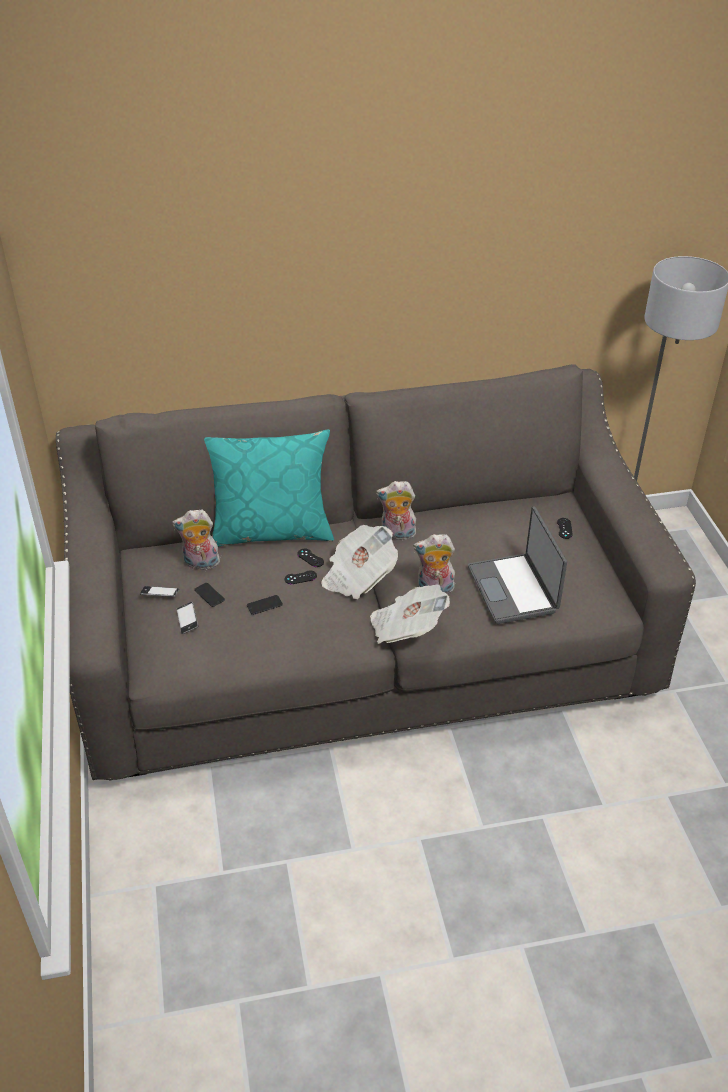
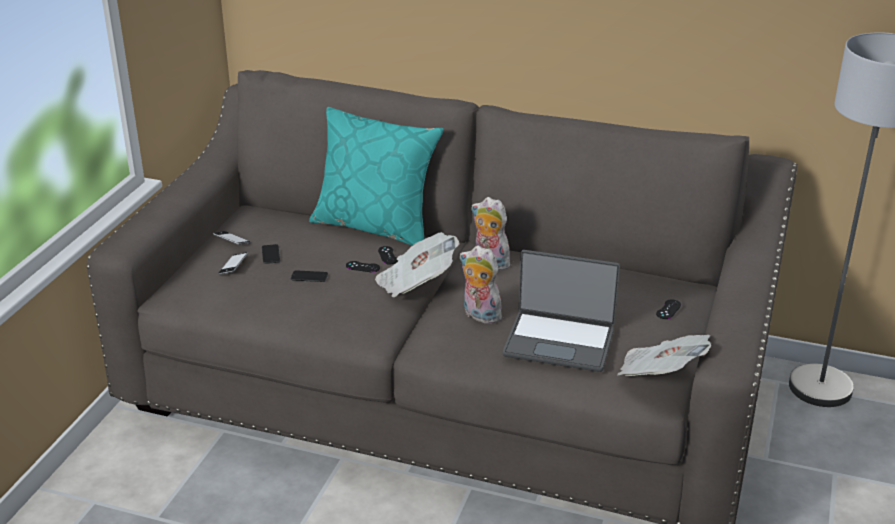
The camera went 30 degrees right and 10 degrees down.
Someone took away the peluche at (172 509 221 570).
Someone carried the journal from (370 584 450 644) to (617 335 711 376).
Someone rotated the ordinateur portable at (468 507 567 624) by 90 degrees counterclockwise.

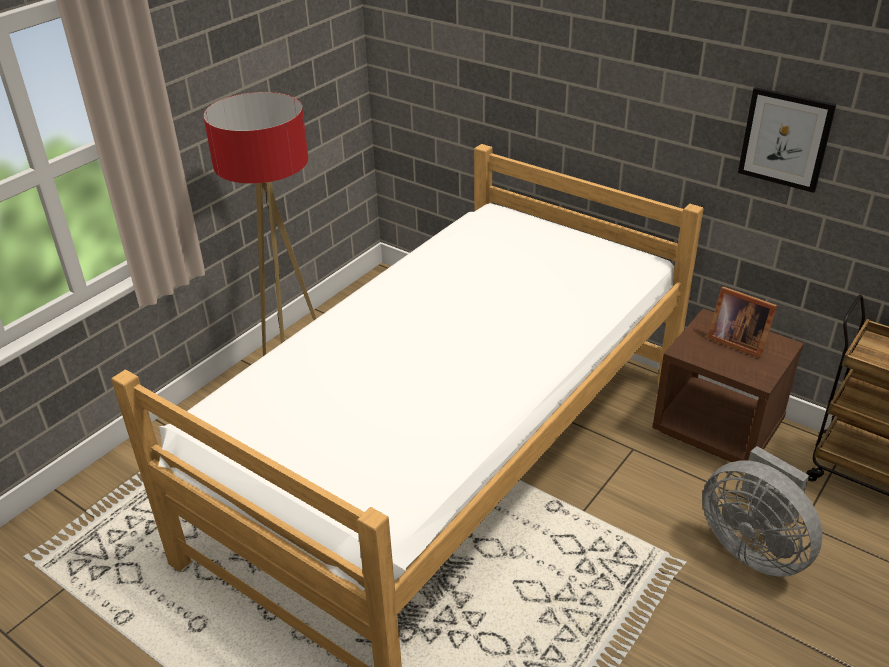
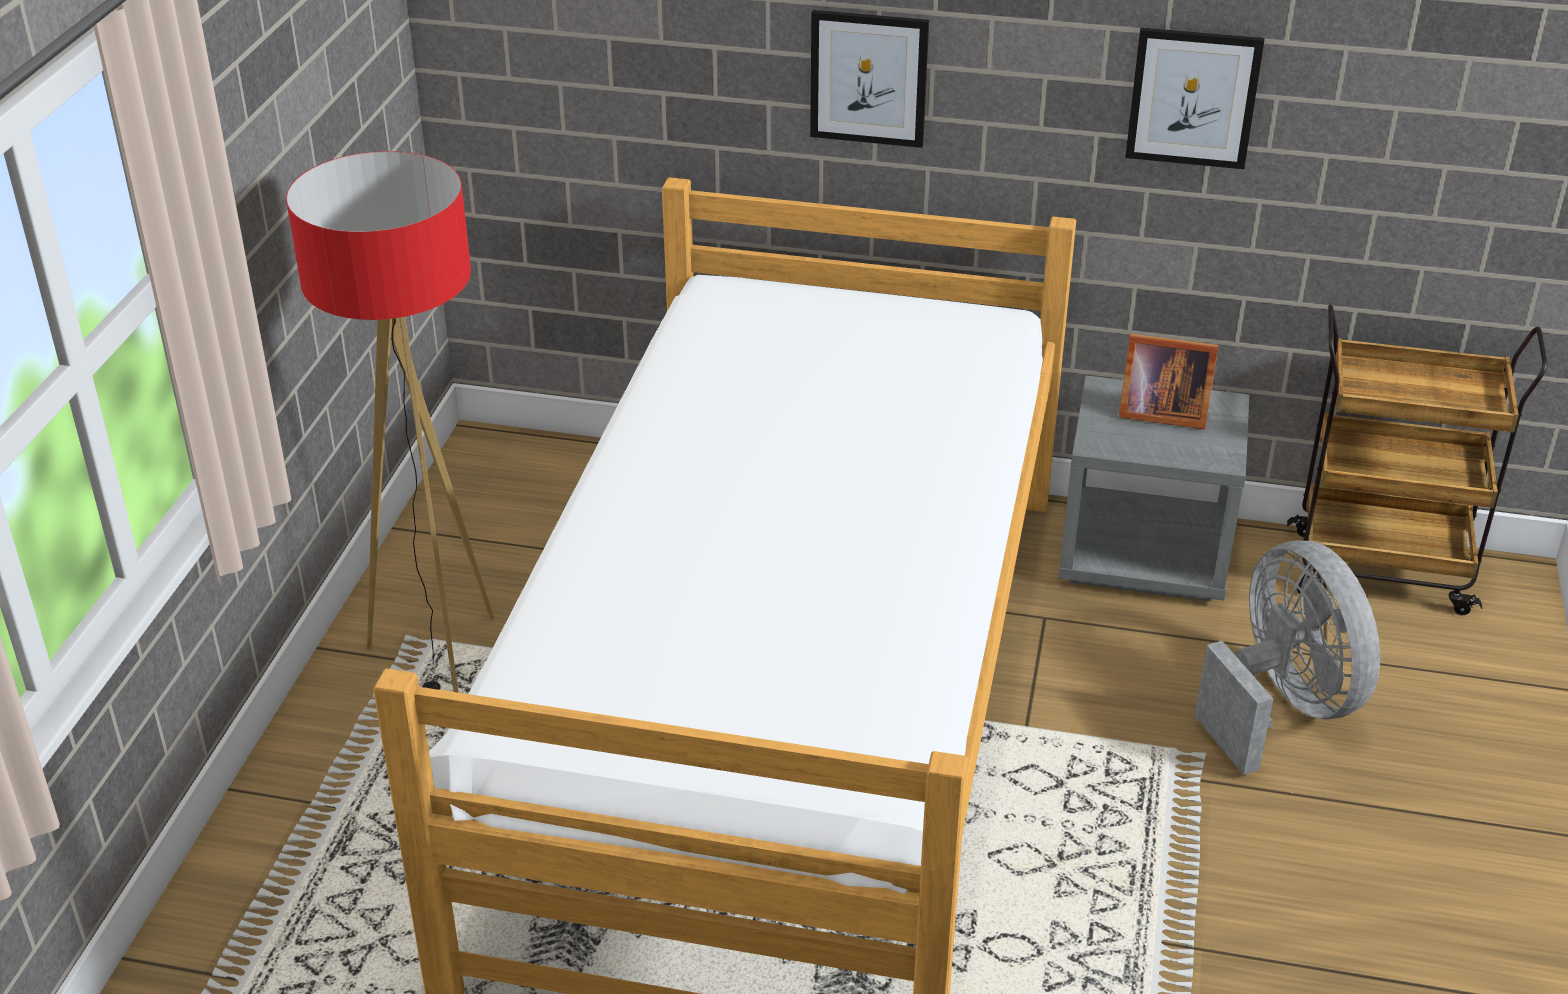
The camera went 25 degrees left and 0 degrees up.
Someone put up the tableau at (810 10 929 148).
Someone repainted the table de chevet [marron] at (652 309 804 462), which became the table de chevet [gris] at (1058 376 1249 601).
Someone rotated the ventilateur [gris] at (702 446 823 577) by 135 degrees counterclockwise.

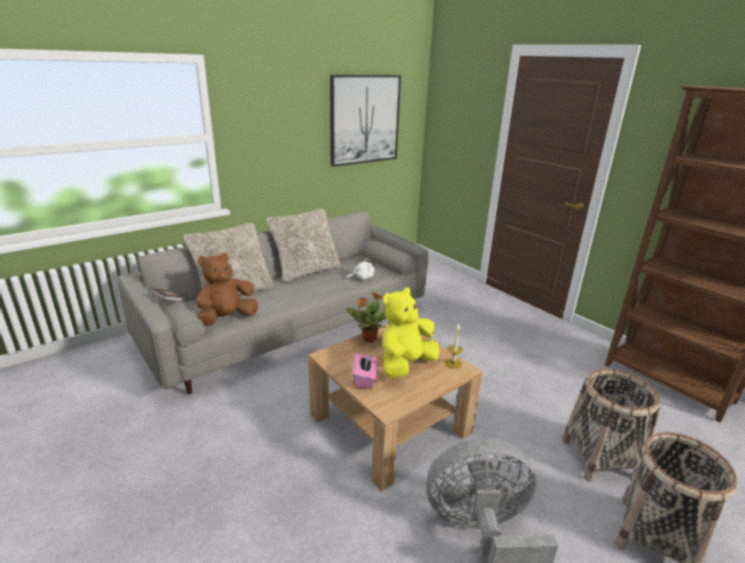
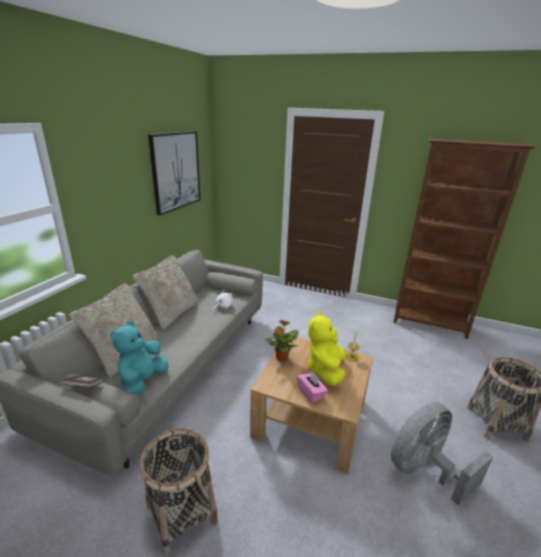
The camera went 30 degrees left and 0 degrees up.
Someone carried the panier from (562 368 660 482) to (140 428 218 555).
Someone repainted the peluche [marron] at (196 253 258 326), which became the peluche [turquoise] at (110 321 168 396).

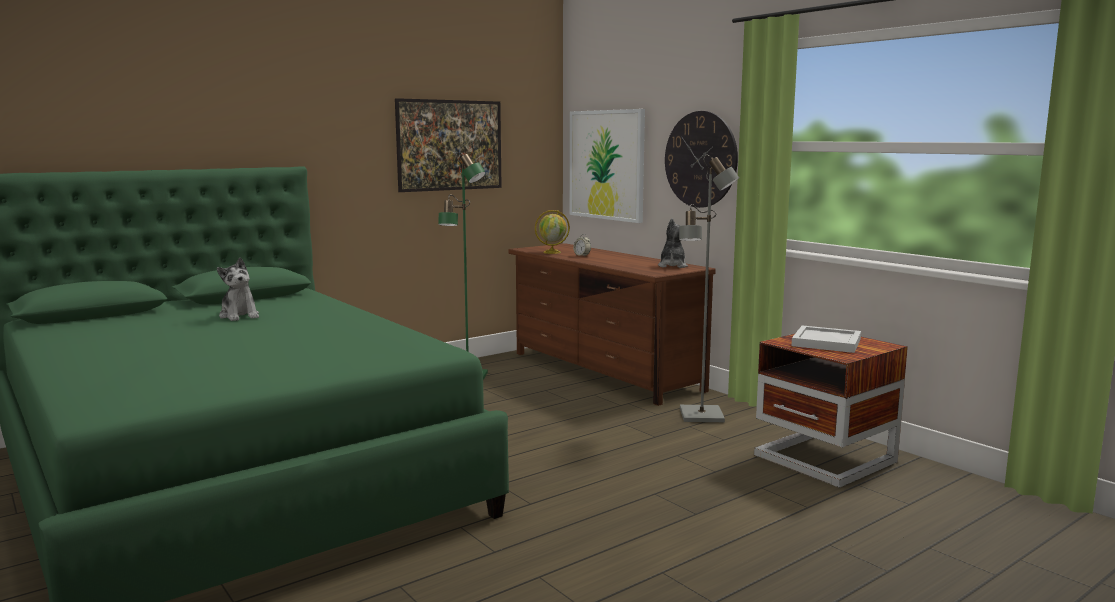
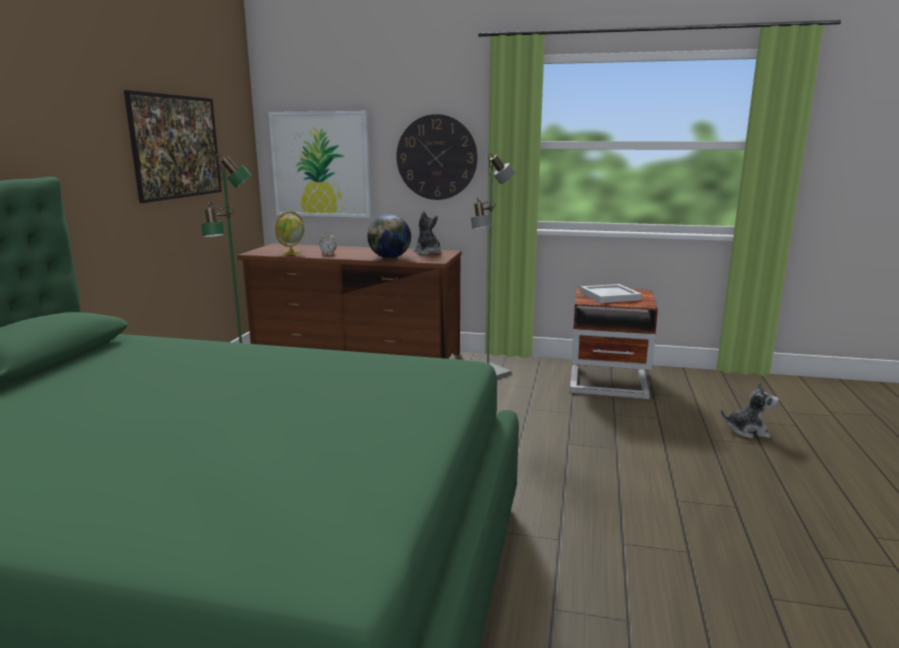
The camera went 40 degrees left and 5 degrees up.
Someone put down the globe at (367 214 411 258).
Someone carried the peluche from (217 257 259 321) to (721 382 779 438).

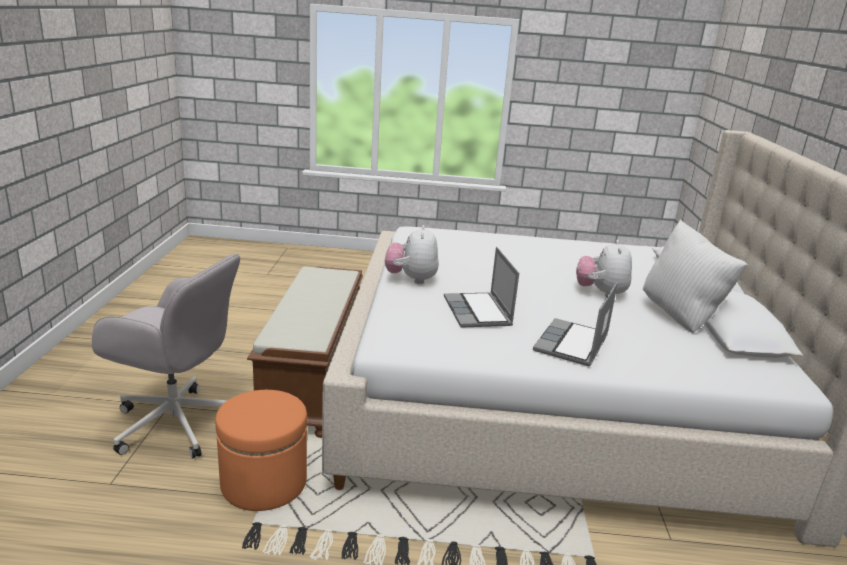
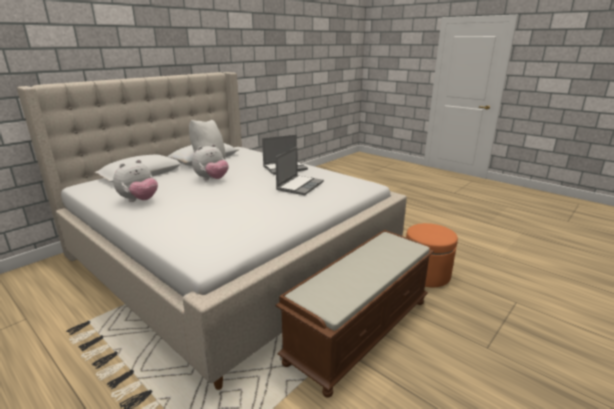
The camera went 140 degrees left and 0 degrees up.
Someone took away the chaise de bureau [gris] at (92 254 240 459).
Someone carried the peluche from (385 225 439 284) to (113 160 158 202).

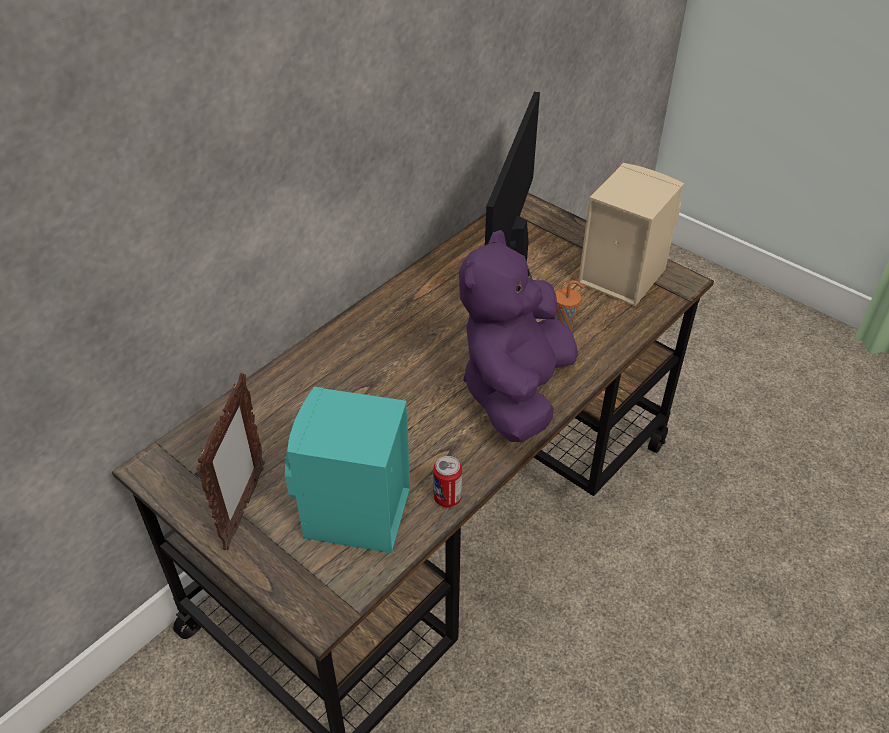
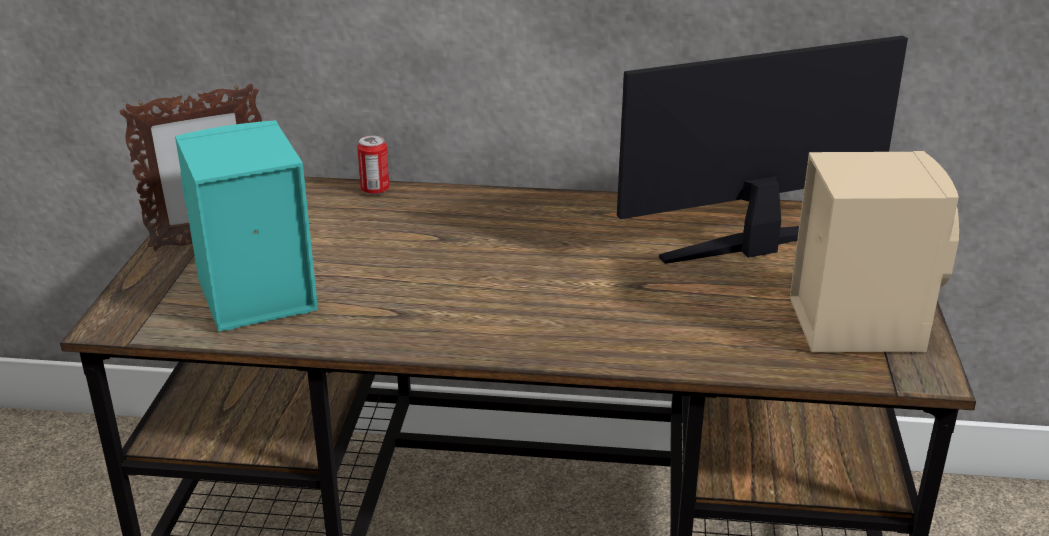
The camera went 55 degrees right and 15 degrees down.
Someone took away the peluche [violet] at (459 230 578 442).
Someone took away the tasse [orange] at (555 280 584 328).
Someone carried the boîte métallique from (433 456 462 507) to (357 136 389 195).

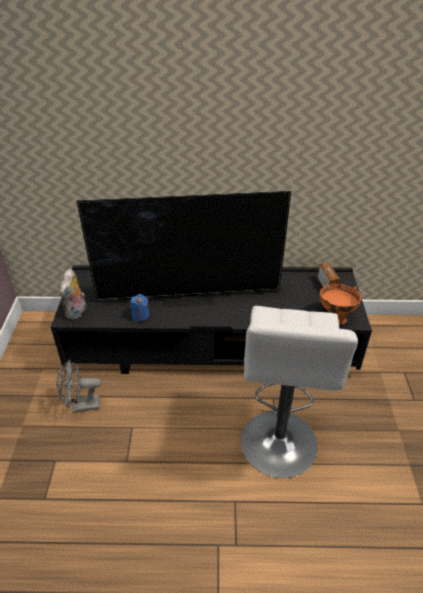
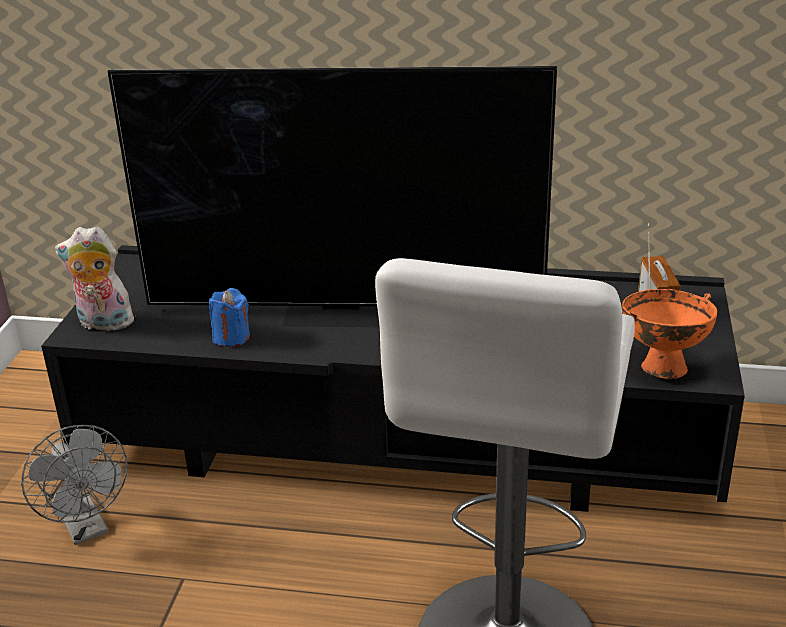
The camera went 10 degrees right and 10 degrees down.
Someone rotated the ventilateur [gris] at (57 359 102 413) by 120 degrees counterclockwise.
Someone rotated the peluche at (60 269 86 320) by 75 degrees clockwise.

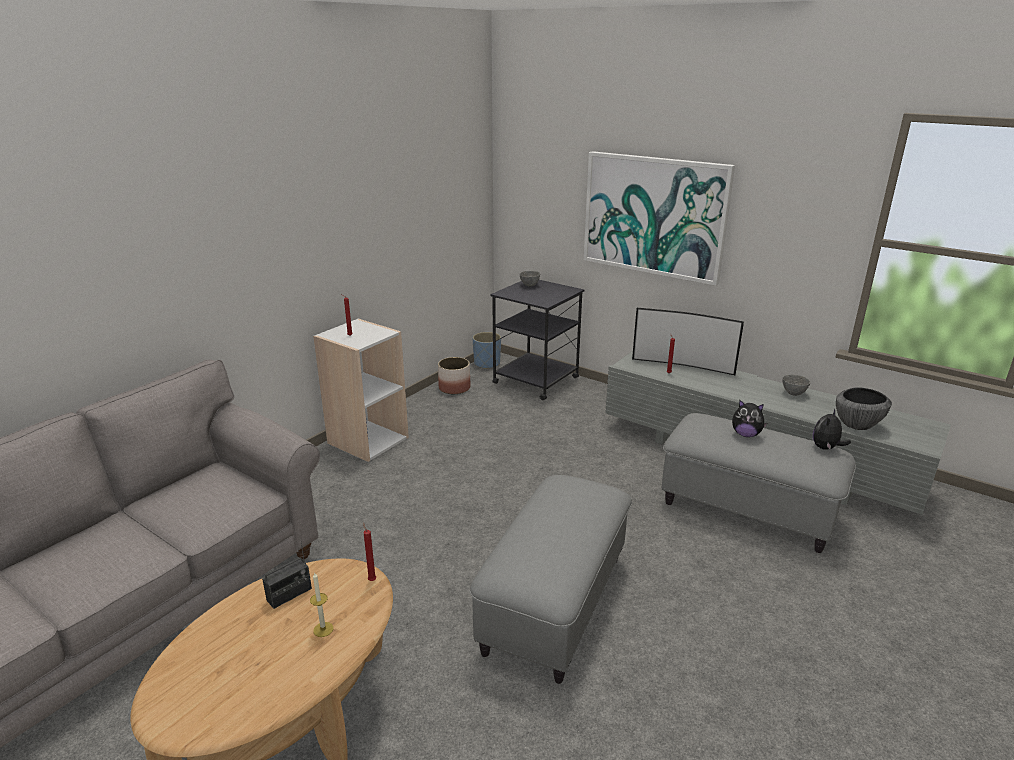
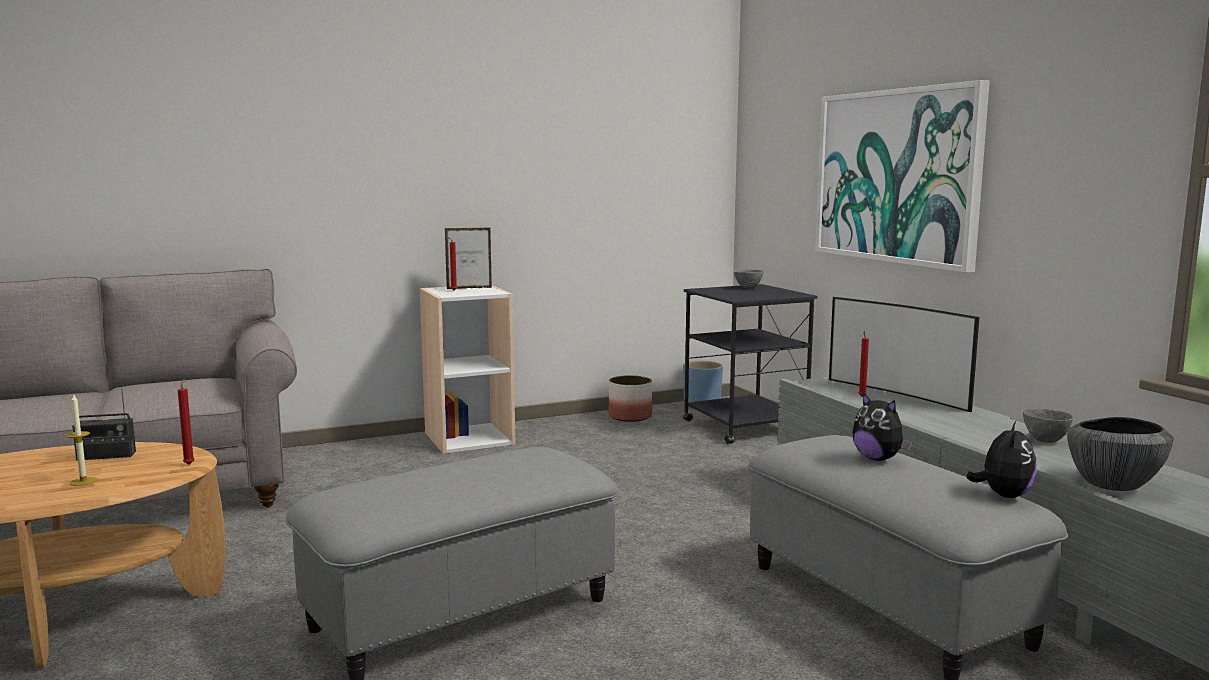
The camera went 30 degrees right and 15 degrees down.
Someone put down the cadre photo at (445 227 492 289).
Someone rotated the peluche at (813 408 851 450) by 135 degrees clockwise.

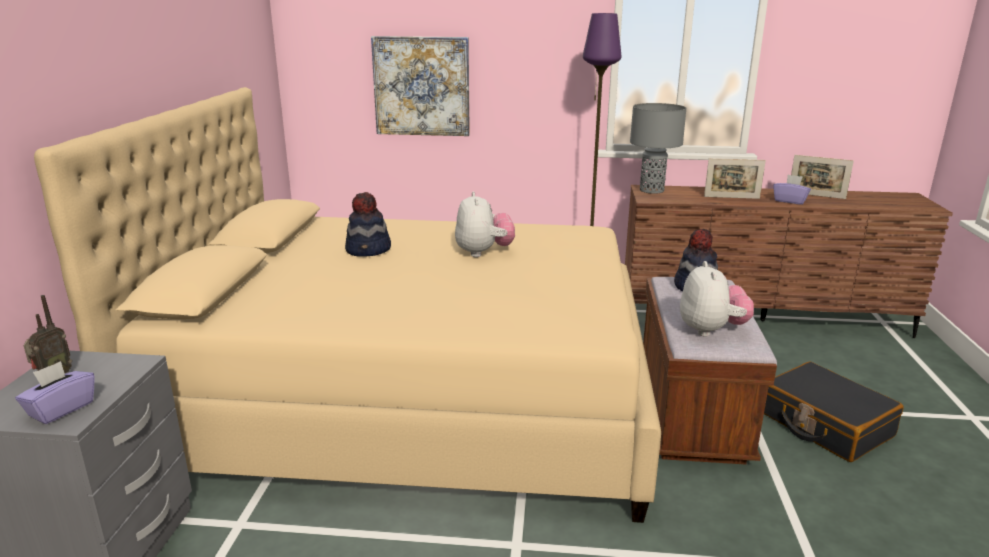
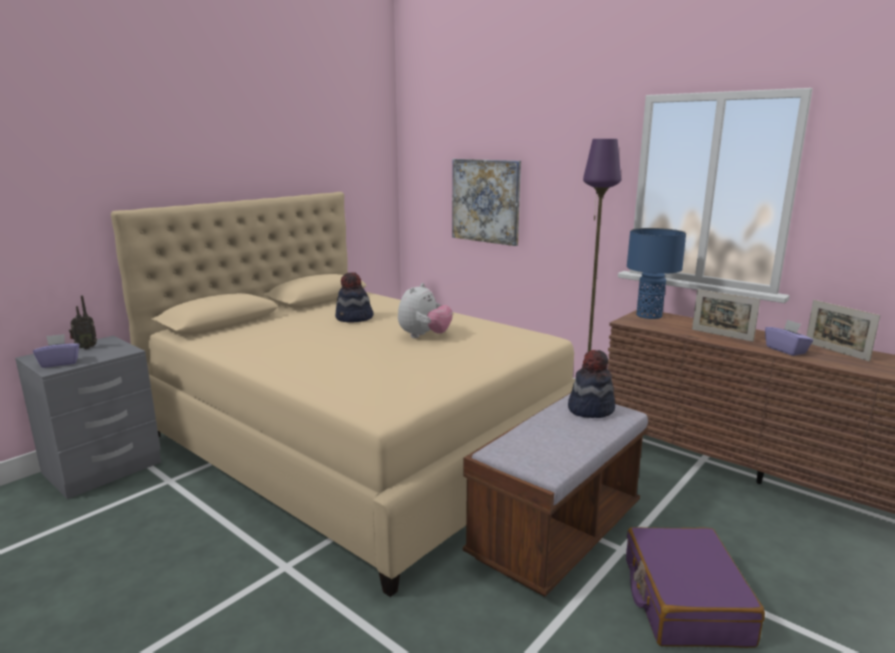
The camera went 35 degrees right and 5 degrees down.
Someone took away the peluche at (680 261 754 337).
Someone repainted the lampe de table [gris] at (630 103 686 194), which became the lampe de table [bleu] at (627 228 686 319).
Someone repainted the valise [noir] at (764 361 904 462), which became the valise [violet] at (626 527 765 648).

